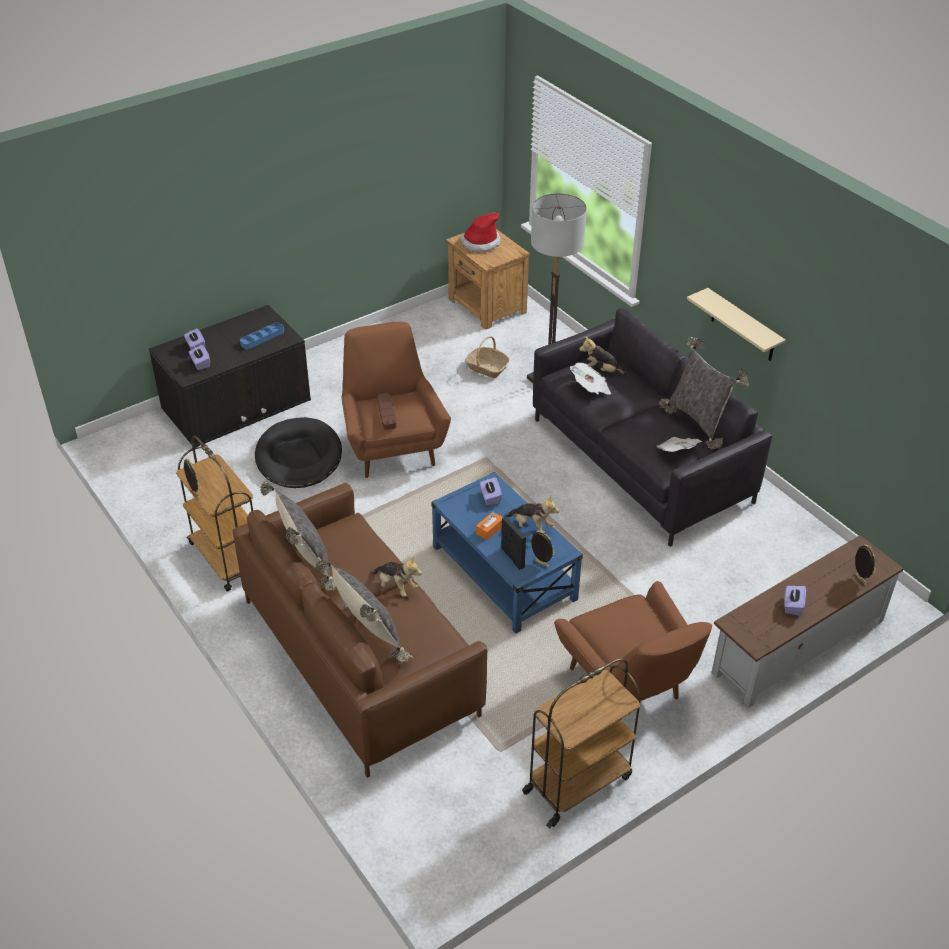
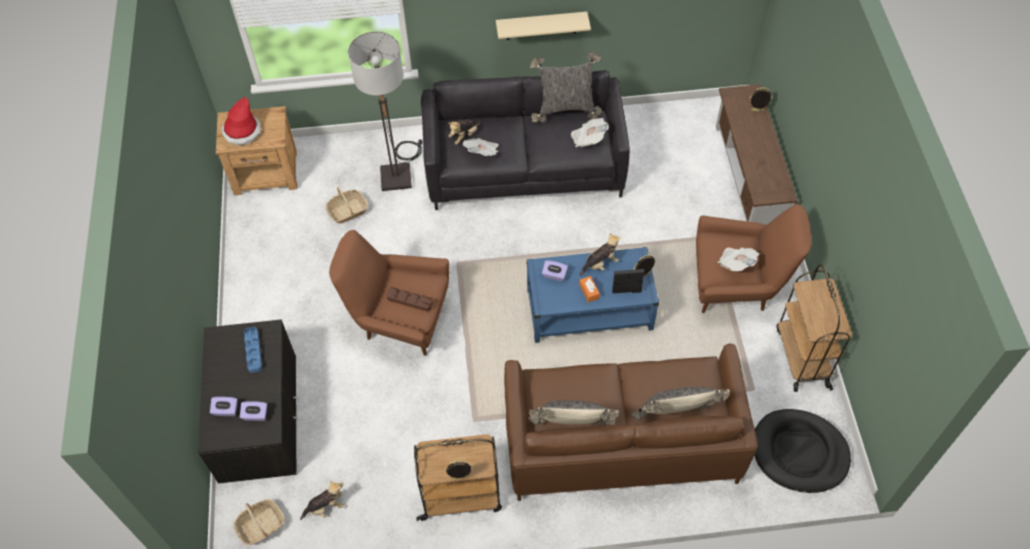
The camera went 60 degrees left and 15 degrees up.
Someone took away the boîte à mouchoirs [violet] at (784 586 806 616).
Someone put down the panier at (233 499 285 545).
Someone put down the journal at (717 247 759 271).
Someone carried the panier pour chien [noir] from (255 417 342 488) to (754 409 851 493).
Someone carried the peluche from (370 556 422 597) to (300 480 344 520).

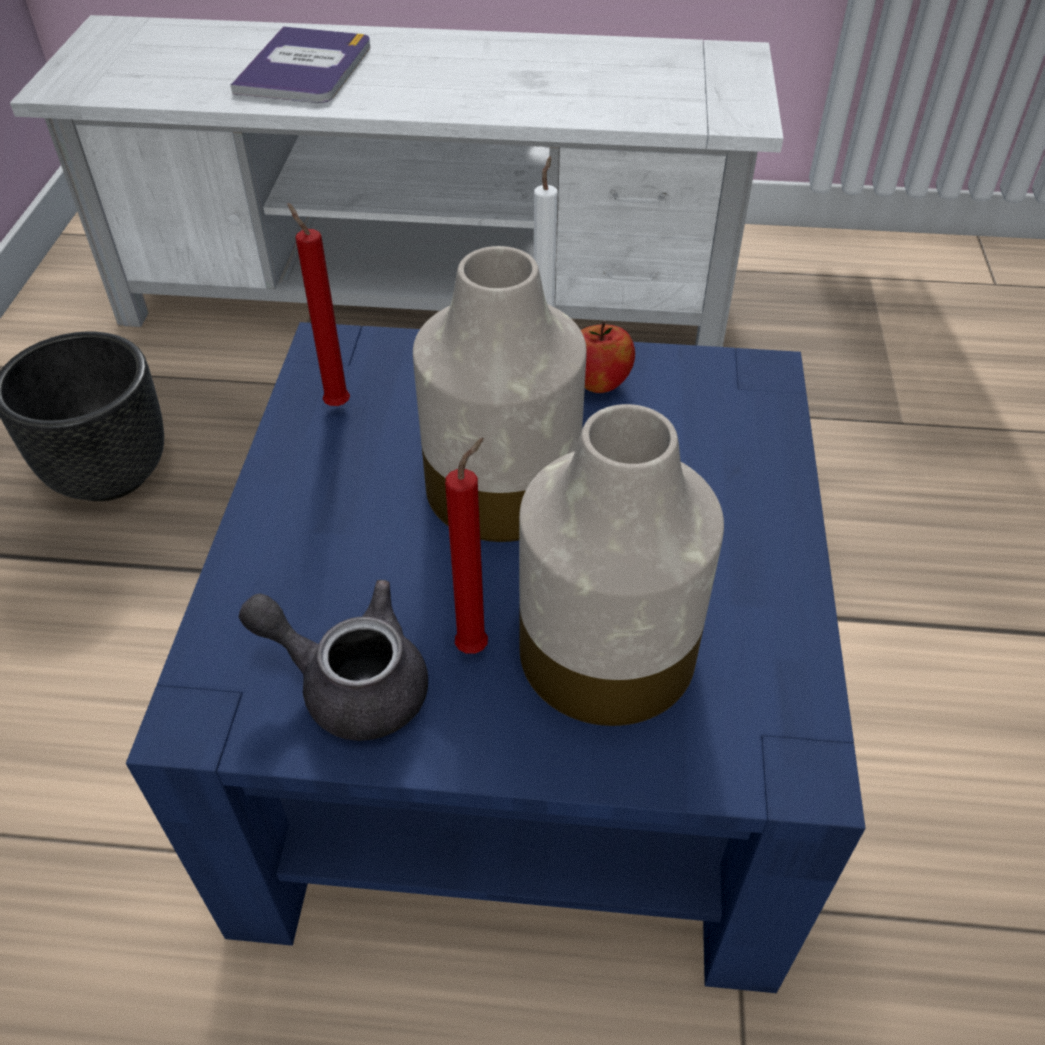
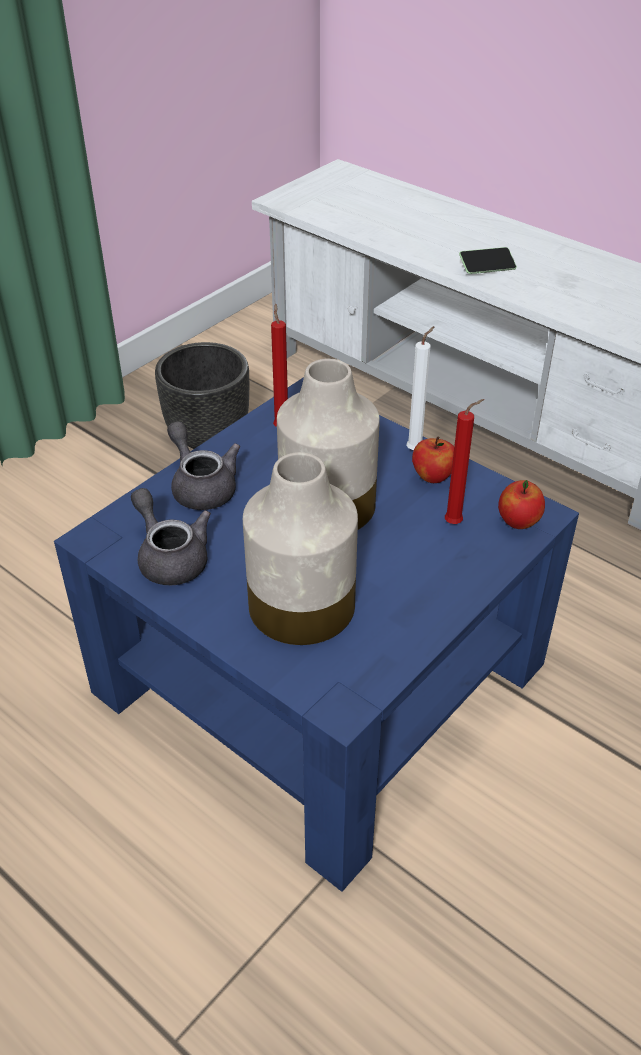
The camera went 35 degrees right and 5 degrees down.
Someone took away the livre at (231 26 370 103).
Someone put down the théière [gris] at (167 421 240 510).
Someone put down the téléphone at (459 247 517 274).
Someone put down the pomme at (498 480 545 529).
Someone carried the bougie [rouge] from (445 438 488 654) to (445 399 484 524).

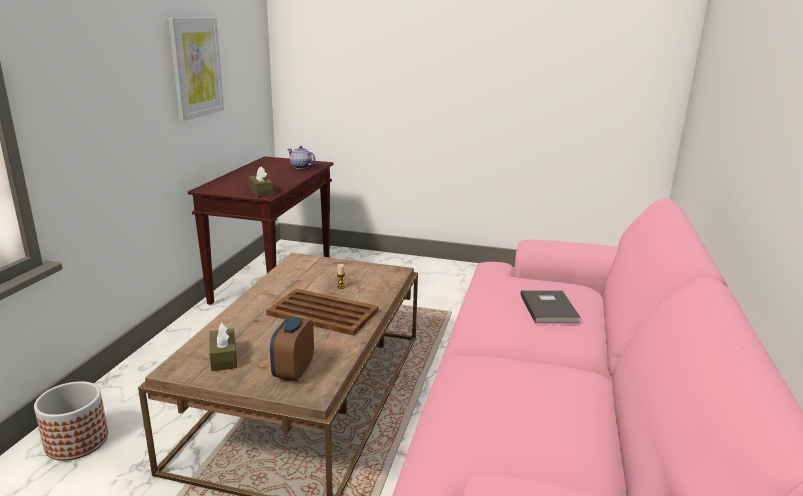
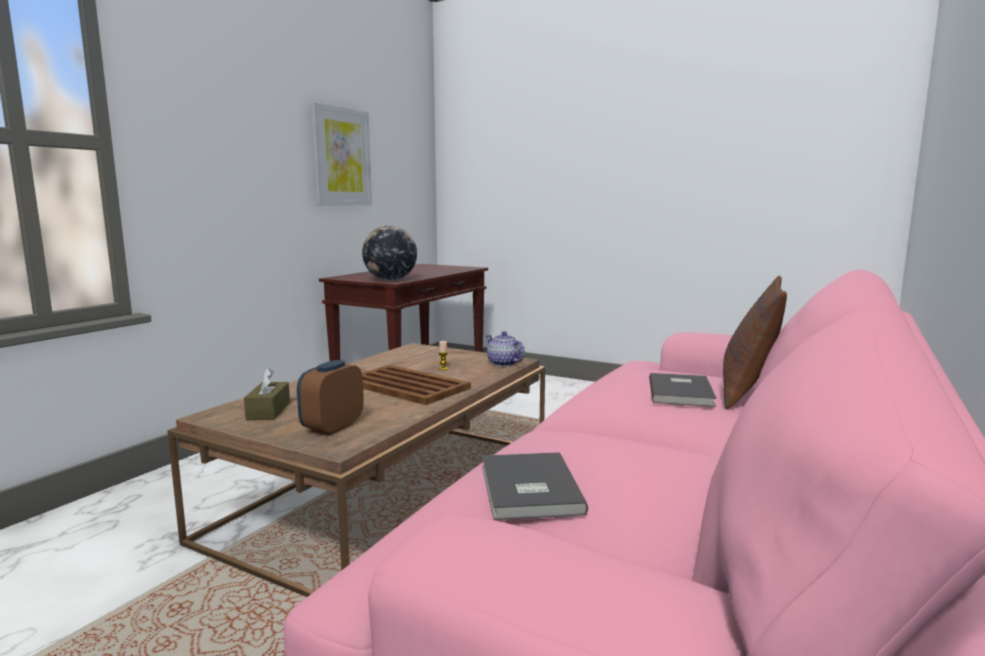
The camera went 15 degrees right and 10 degrees down.
Someone took away the cache-pot at (34 381 108 461).
Someone put down the livre [gris] at (482 452 588 520).
Someone put down the coussin [marron] at (723 275 787 409).
Someone carried the théière from (288 146 316 169) to (485 331 525 367).
Someone swapped the boîte à mouchoirs [marron] at (249 167 273 197) for the globe at (362 225 417 280).

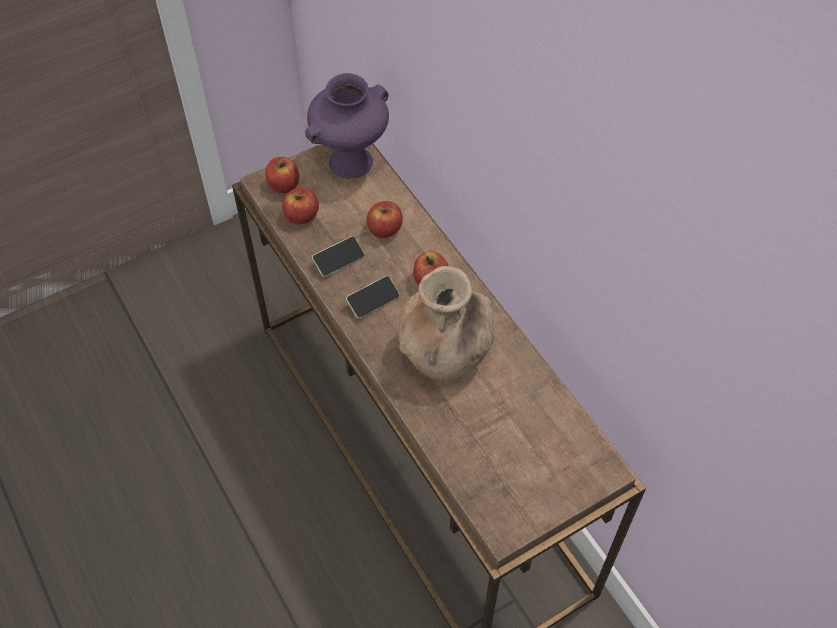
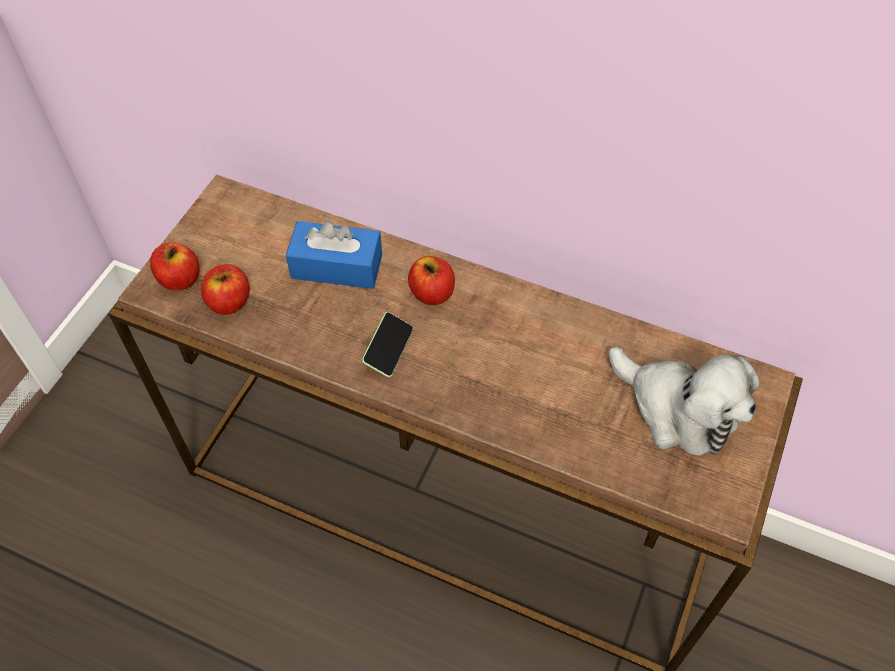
The camera went 35 degrees left and 0 degrees up.
Someone took away the vase [violet] at (305 73 389 179).
Someone took away the téléphone at (312 236 365 277).
Someone took away the vase [marron] at (399 266 494 381).
Someone put down the peluche at (609 347 760 456).
Someone swapped the pomme at (367 201 403 238) for the boîte à mouchoirs [bleu] at (286 221 382 289).

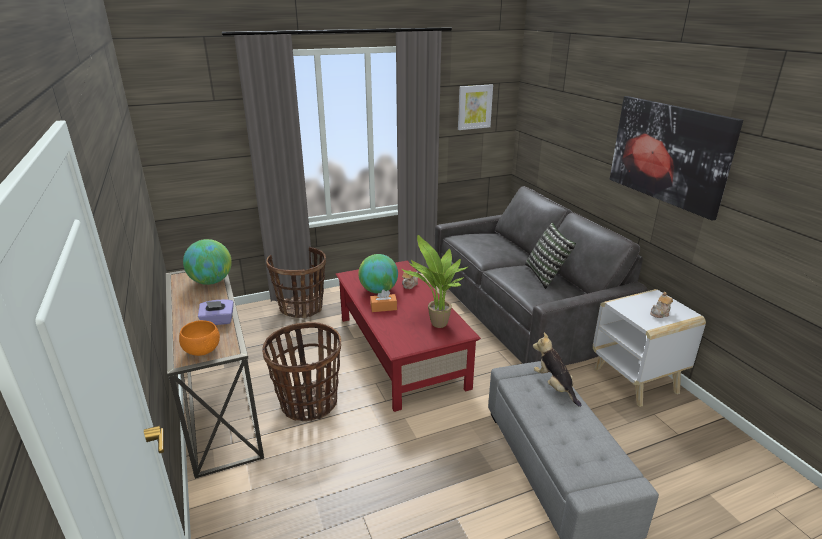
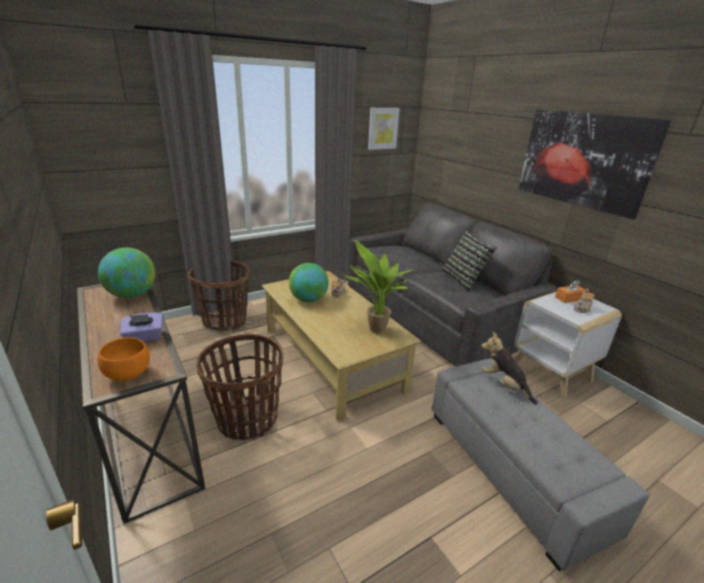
The camera went 10 degrees left and 0 degrees up.
Someone carried the boîte à mouchoirs [orange] from (370 289 397 312) to (555 280 585 303).
Someone repainted the table basse [rouge] at (336 261 481 412), which became the table basse [beige] at (261 271 421 421).

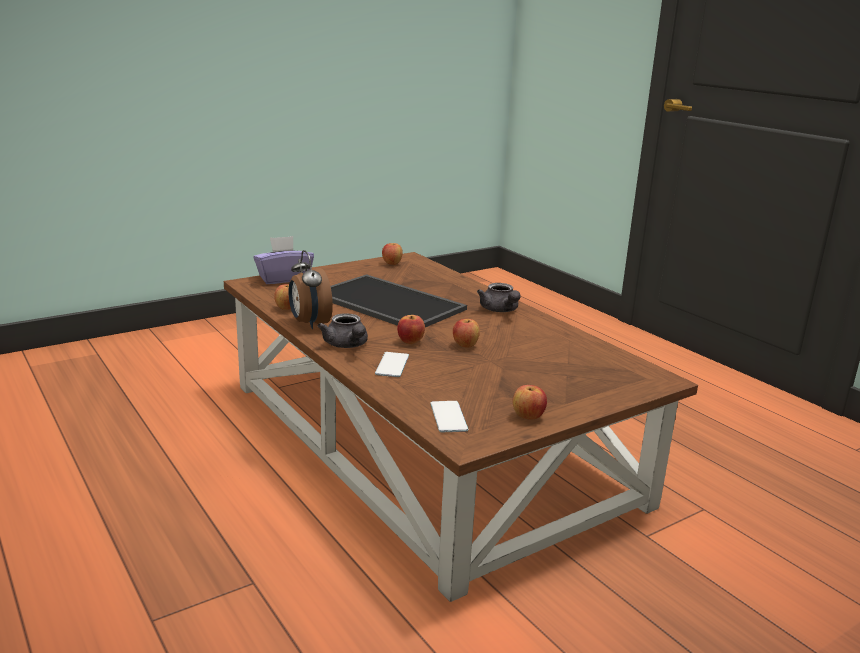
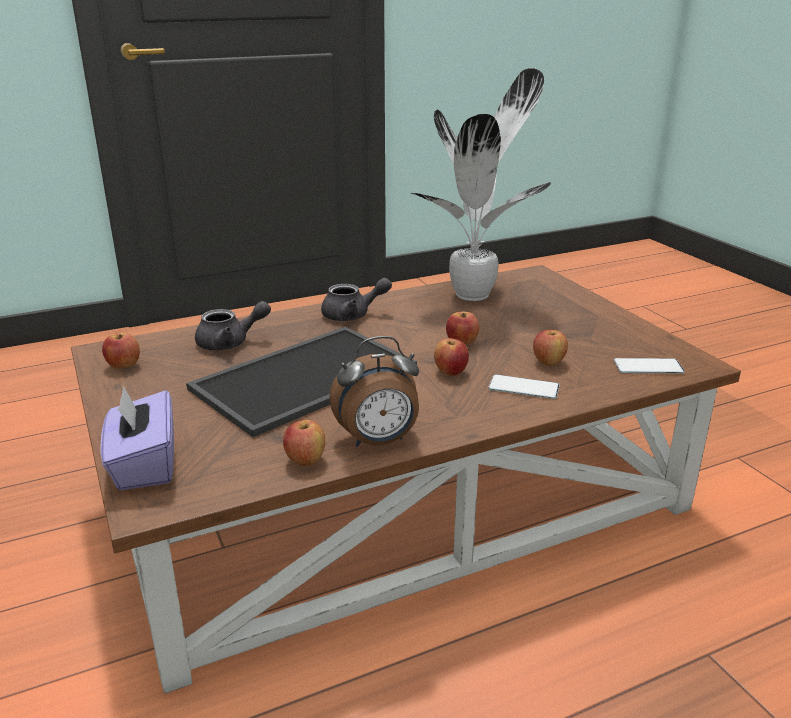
The camera went 80 degrees left and 5 degrees up.
Someone put down the plante en pot at (410 68 551 301).
Someone carried the théière [gris] from (318 313 368 348) to (195 301 271 350).
Someone carried the pomme from (513 385 547 420) to (533 330 568 366).

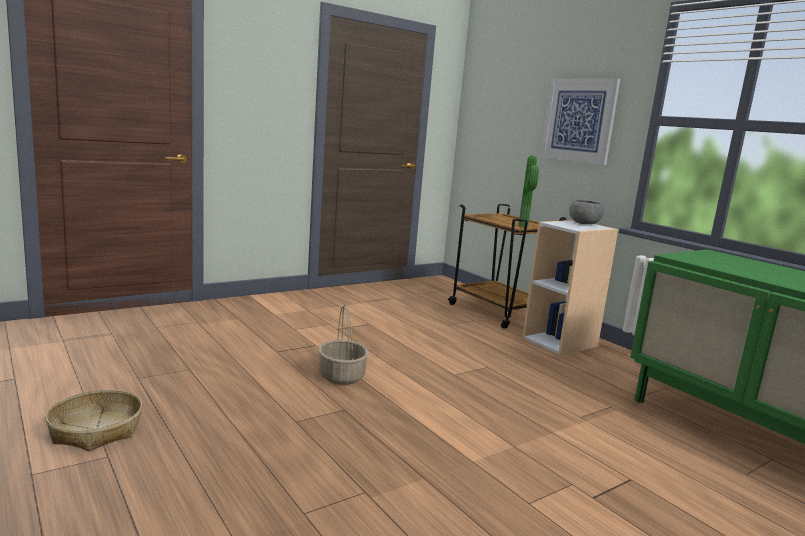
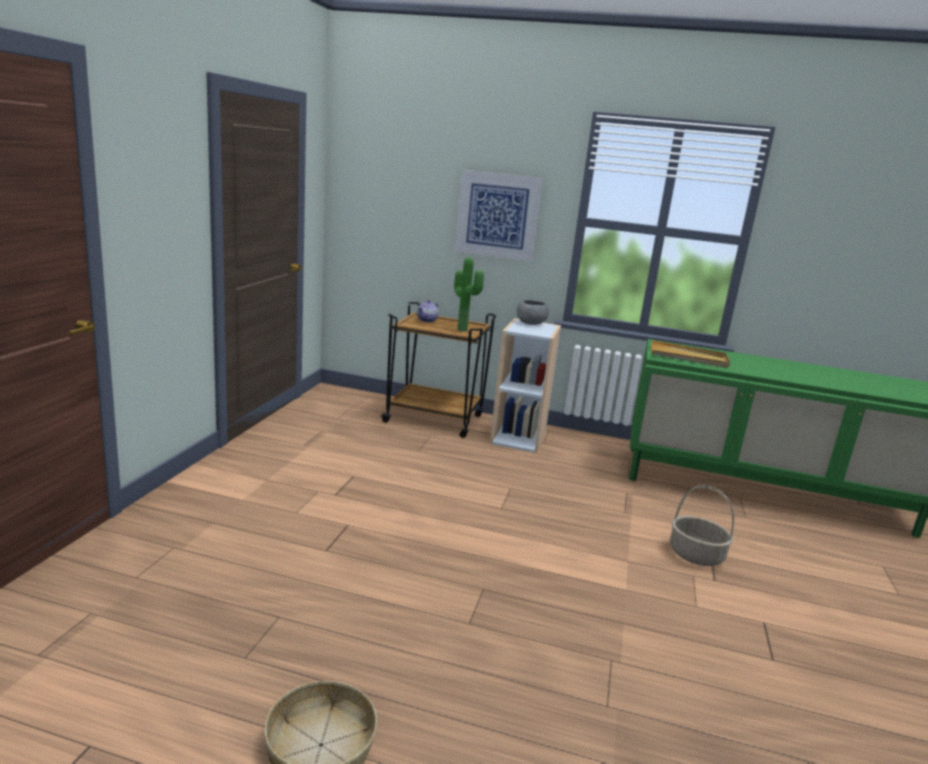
The camera went 40 degrees left and 5 degrees up.
Someone put down the théière at (417 300 439 323).
Someone put down the plateau [beige] at (651 340 730 368).
Someone carried the panier from (318 305 368 385) to (670 485 734 566).

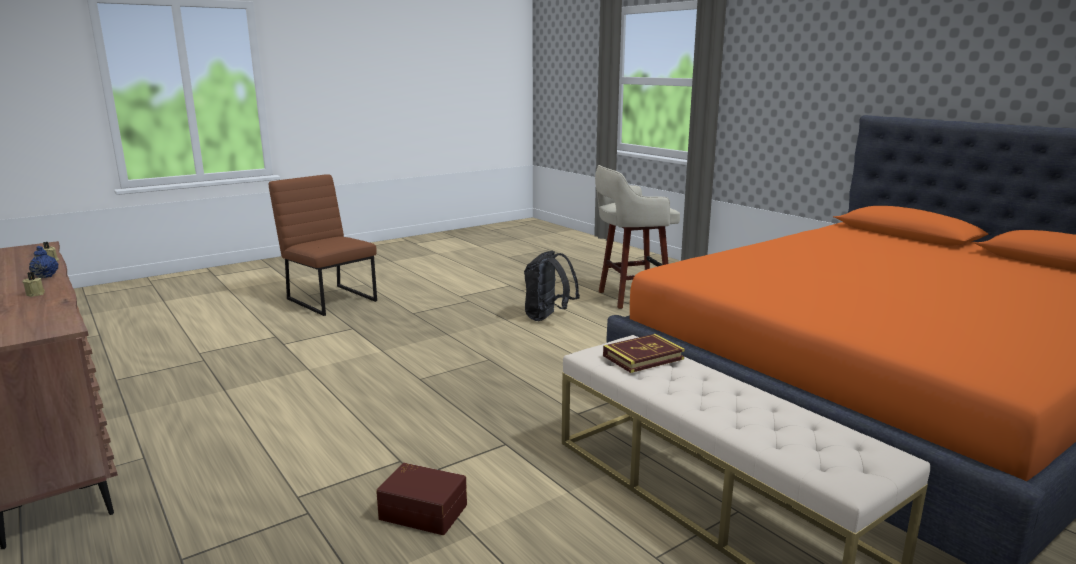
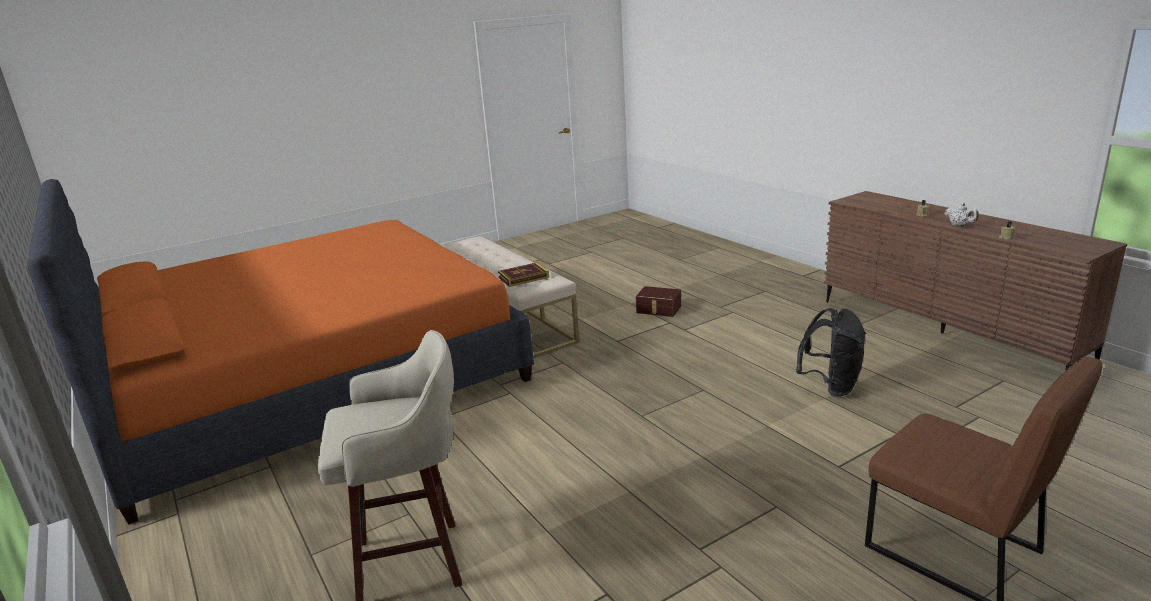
The camera went 175 degrees left and 5 degrees up.
Someone carried the sac à dos [noir] from (524 250 580 321) to (796 308 866 397).
Someone repainted the théière [bleu] at (29 246 58 278), which became the théière [blanc] at (945 203 979 227).

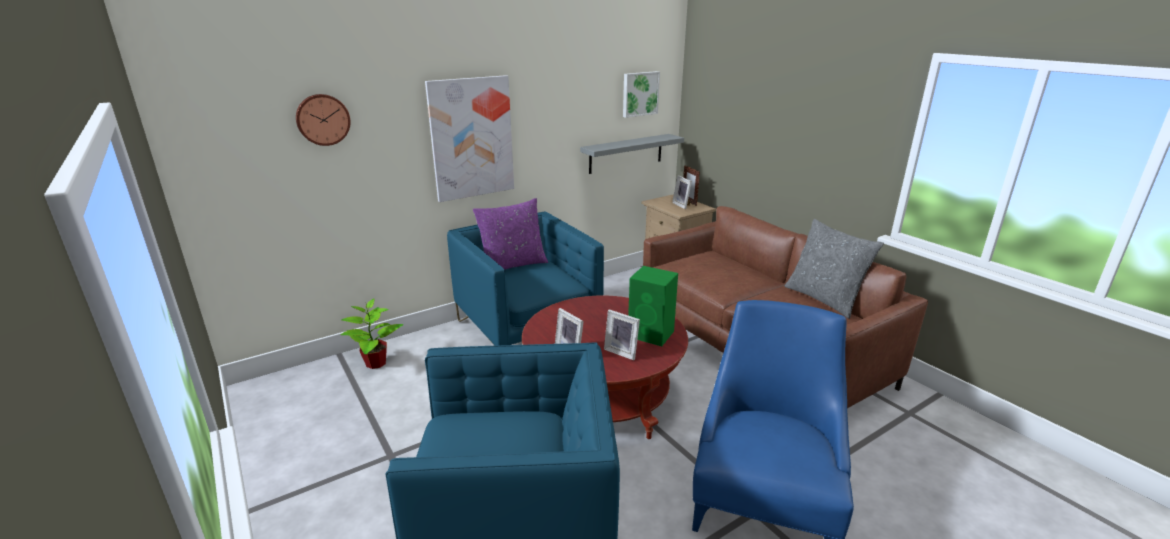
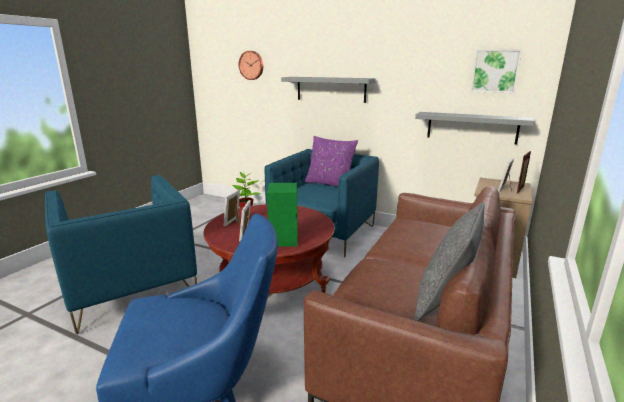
The camera went 60 degrees right and 5 degrees down.
Someone swapped the tableau at (425 75 514 202) for the étagère [gris] at (281 77 376 103).

